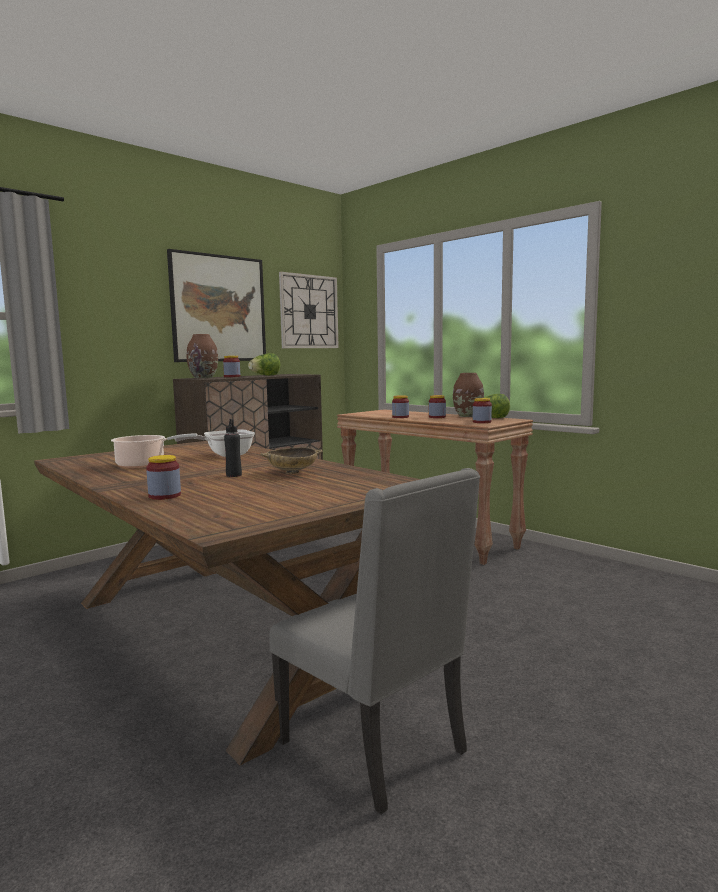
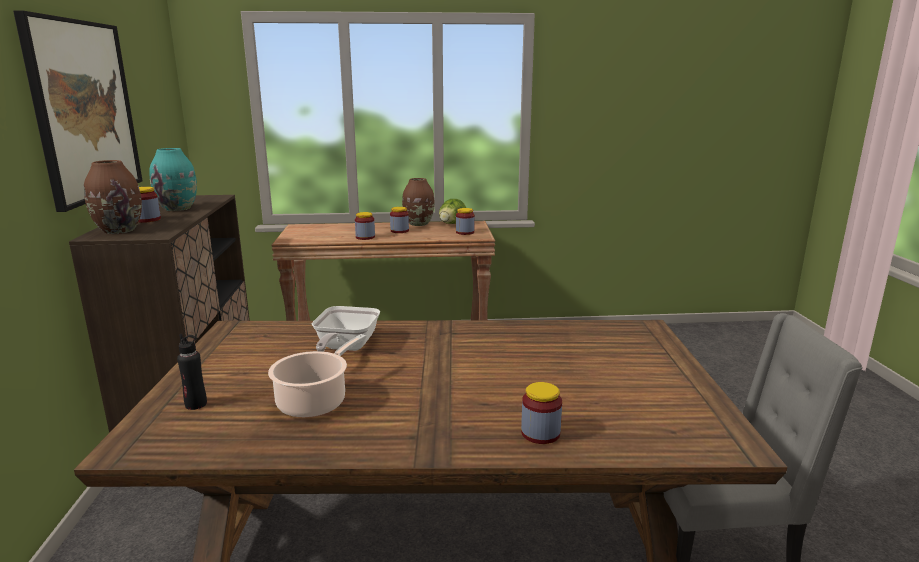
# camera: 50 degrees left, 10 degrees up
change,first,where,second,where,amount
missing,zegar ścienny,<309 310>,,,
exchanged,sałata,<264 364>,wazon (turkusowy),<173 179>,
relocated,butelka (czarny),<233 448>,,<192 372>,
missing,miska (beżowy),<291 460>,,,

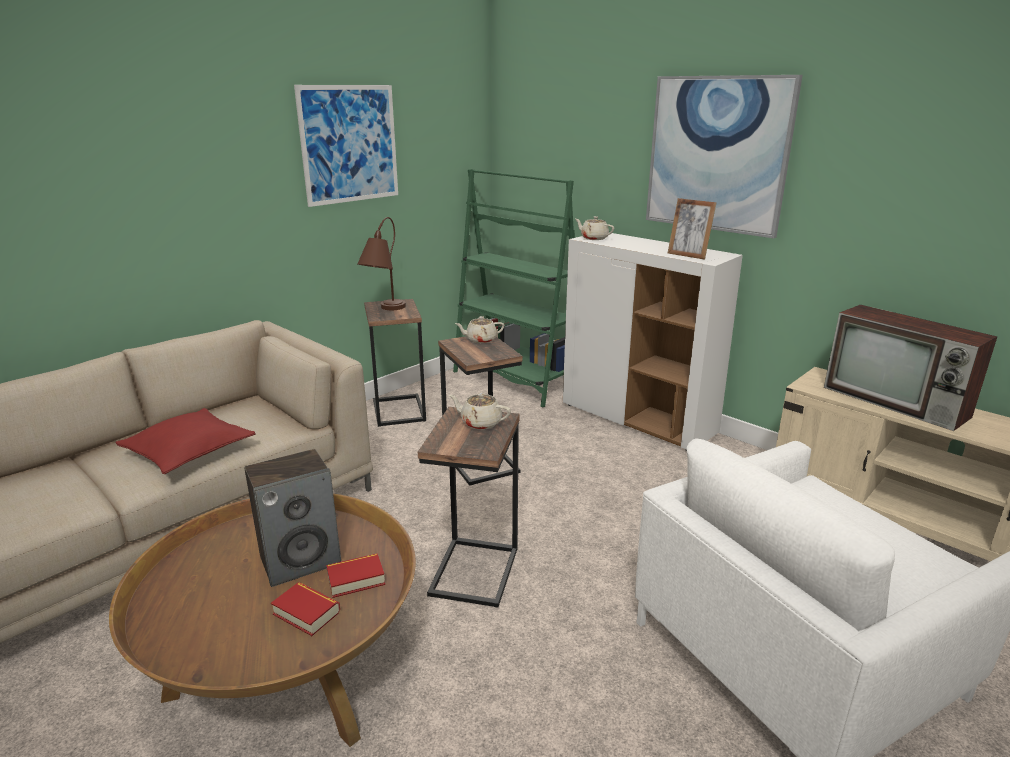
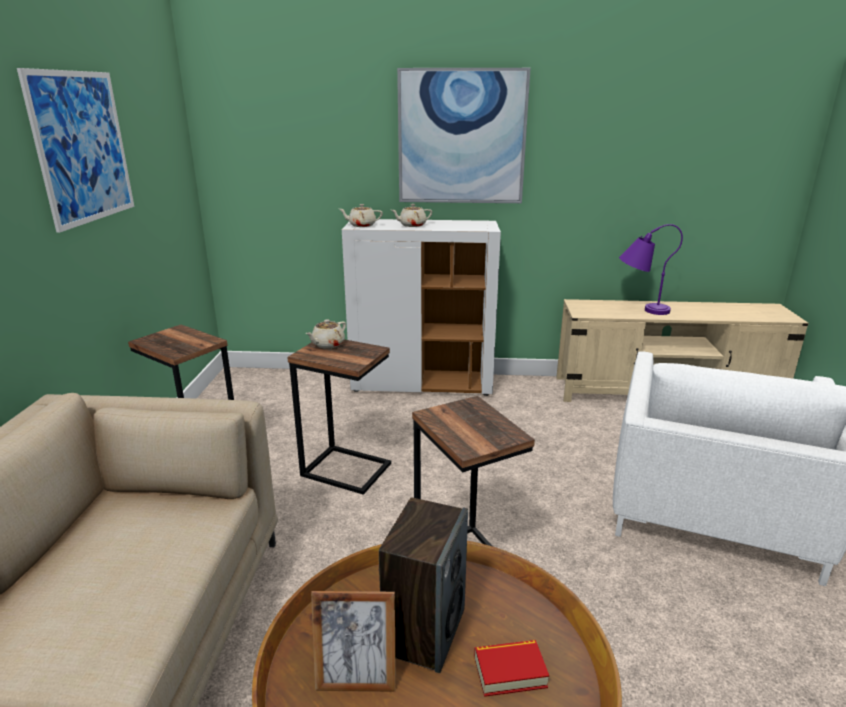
# camera: 40 degrees left, 0 degrees up
change,first,where,second,where,amount
missing,regał (zielony),<514 288>,,,
relocated,ramka na zdjęcie,<692 229>,,<353 641>,
missing,lampa stołowa (brązowy),<382 263>,,,
exchanged,telewizor,<911 368>,lampa stołowa (fioletowy),<651 269>,
relocated,imbryk (beżowy),<480 411>,,<411 215>,
missing,poduszka (czerwony),<185 441>,,,
missing,książka,<355 575>,,,

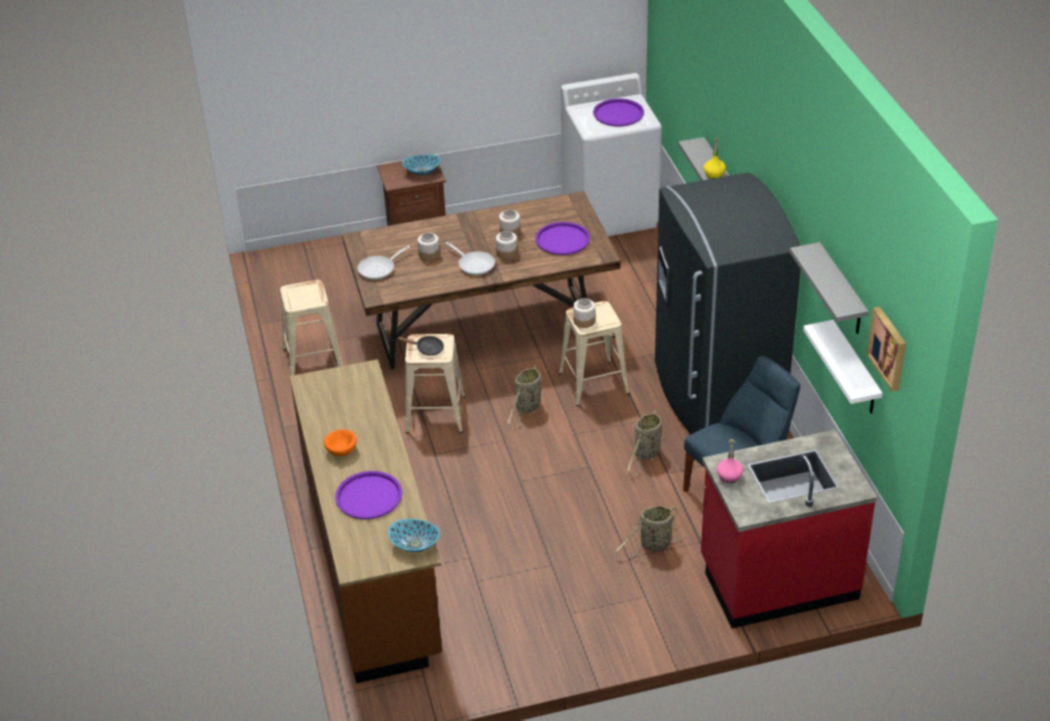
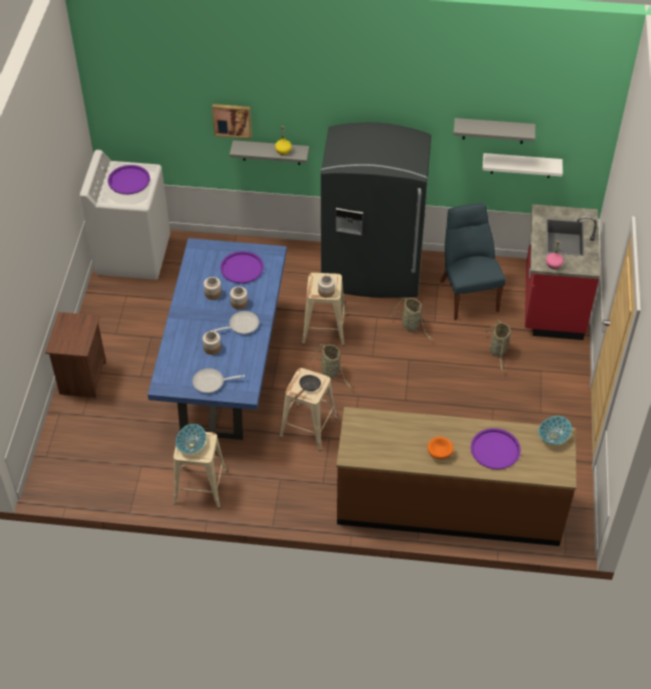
# camera: 70 degrees left, 10 degrees up
change,first,where,second,where,amount
relocated,miska,<421 164>,,<191 438>,
colour,stół jadalny (brązowy),<481 280>,stół jadalny (niebieski),<217 339>,
spun,patelnia,<383 262>,,<219 380>,105 degrees clockwise
relocated,obraz,<886 349>,,<232 121>,

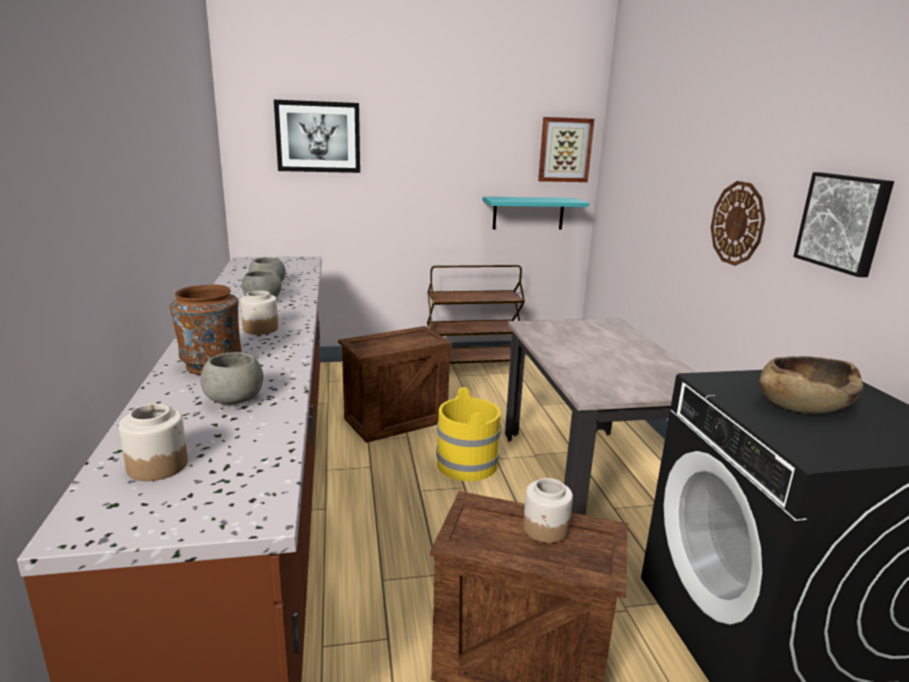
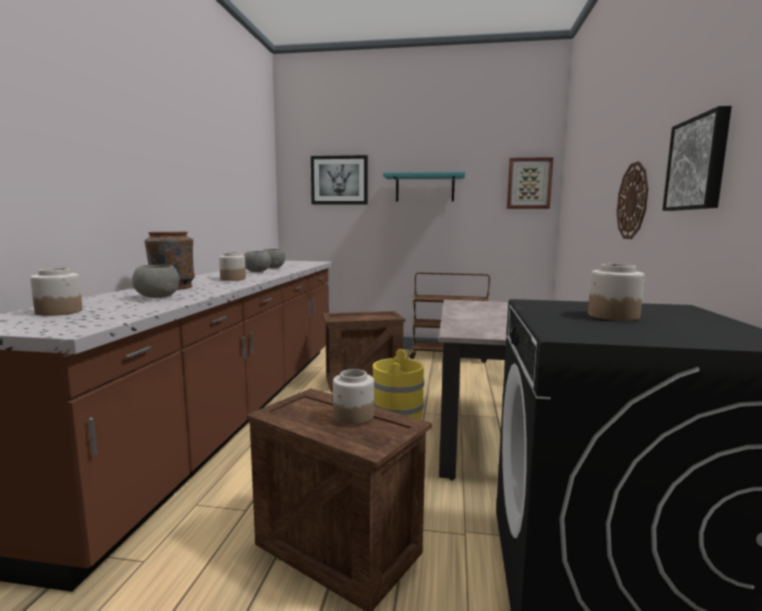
# camera: 20 degrees right, 10 degrees down
change,first,where,second,where,amount
relocated,półka (turkusowy),<536 213>,,<424 187>,
exchanged,miska (brązowy),<811 385>,słoik,<616 292>,

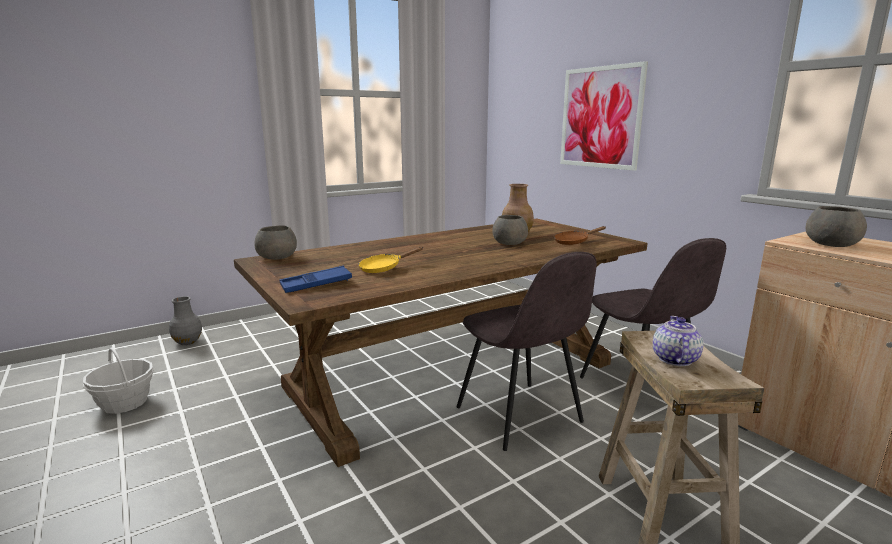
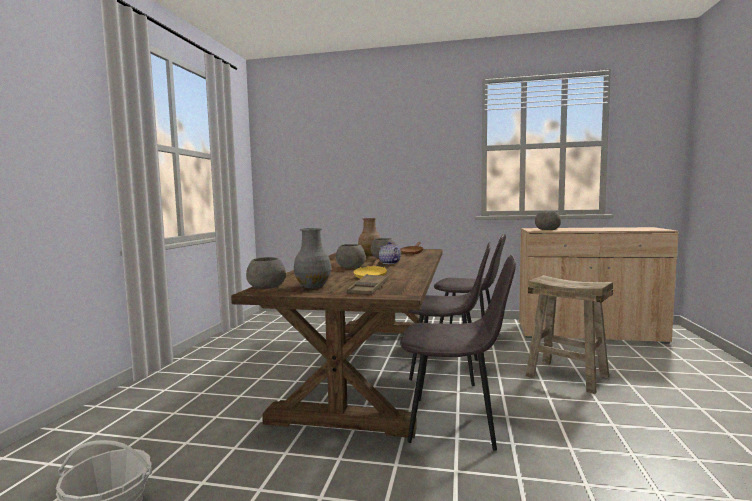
# camera: 45 degrees left, 10 degrees down
change,first,where,second,where,amount
missing,obraz,<604 116>,,,
colour,taca (niebieski),<316 279>,taca (brązowy),<367 284>,
relocated,wazon (szary),<185 320>,,<312 258>,
relocated,imbryk,<678 341>,,<390 253>,
appeared,,,miska (szary),<351 256>,
appeared,,,krzesło (szary),<458 353>,

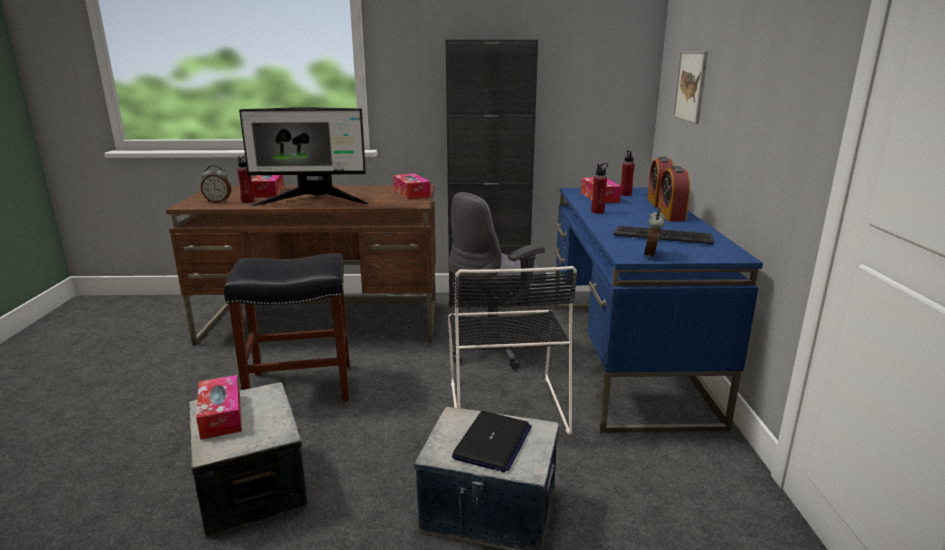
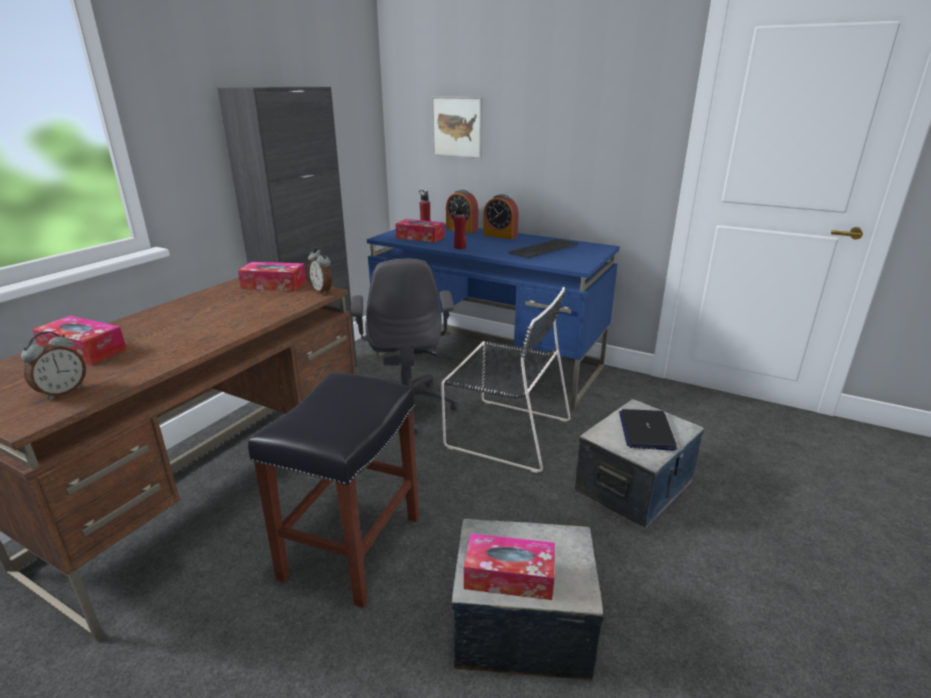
# camera: 60 degrees left, 5 degrees up
change,first,where,second,where,amount
missing,monitor,<304 156>,,,
missing,butelka (czerwony),<245 179>,,,
relocated,budzik,<654 233>,,<320 271>,
spun,laptop,<492 441>,,<648 429>,135 degrees counterclockwise

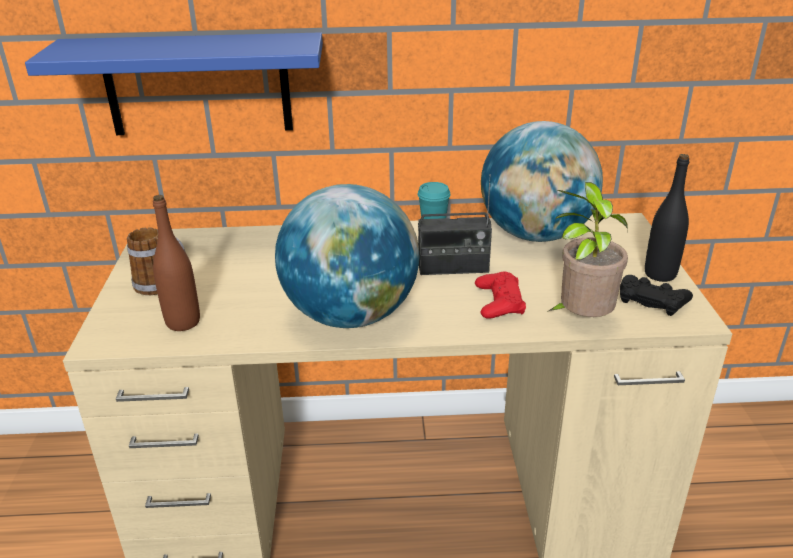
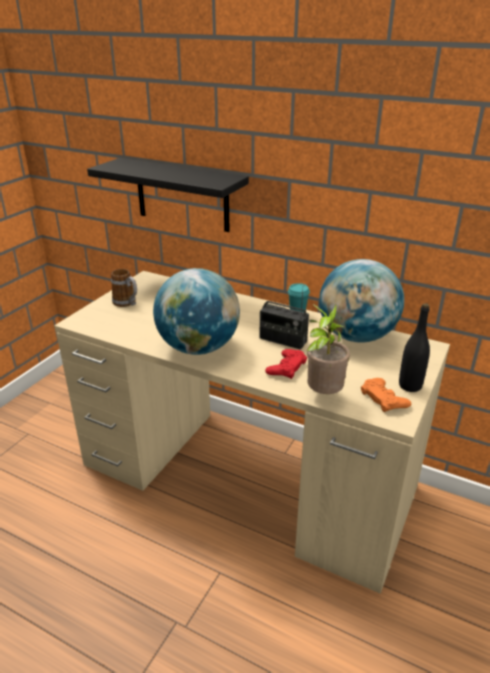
# camera: 30 degrees right, 0 degrees up
change,first,where,second,where,amount
colour,półka (niebieski),<174 83>,półka (czarny),<168 195>,
missing,butelka (brązowy),<176 263>,,,
colour,pad do gier (czarny),<656 295>,pad do gier (pomarańczowy),<386 395>,

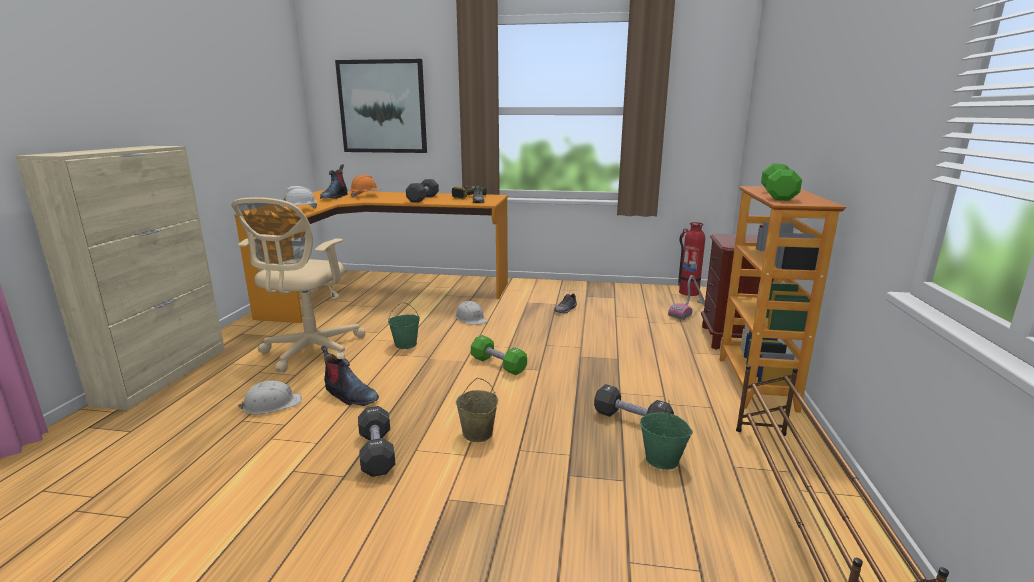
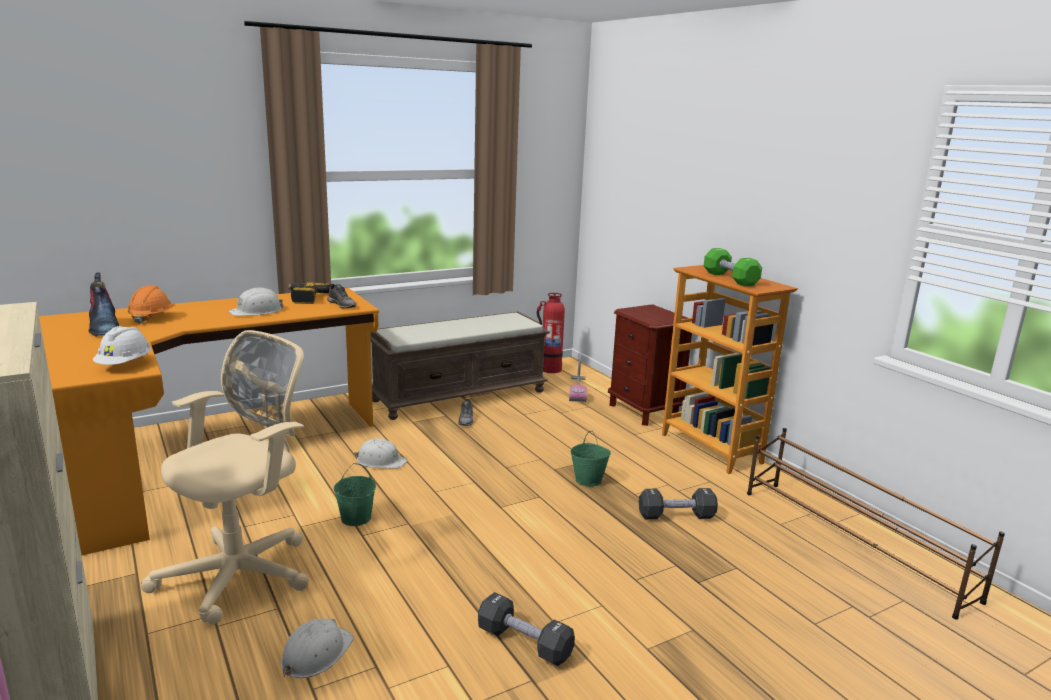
# camera: 40 degrees left, 0 degrees up
change,first,where,second,where,amount
missing,obraz,<381 106>,,,
exchanged,hantel (czarny),<422 191>,kask (biały),<255 301>,
spun,krzesło biurowe (beżowy),<298 284>,,<224 477>,120 degrees counterclockwise
missing,hantel (zielony),<499 355>,,,
missing,but z cholewką,<350 376>,,,
missing,wiadro (beżowy),<477 410>,,,
relocated,wiadro (zielony),<666 435>,,<590 459>,
appeared,,,ławka (brązowy),<460 366>,

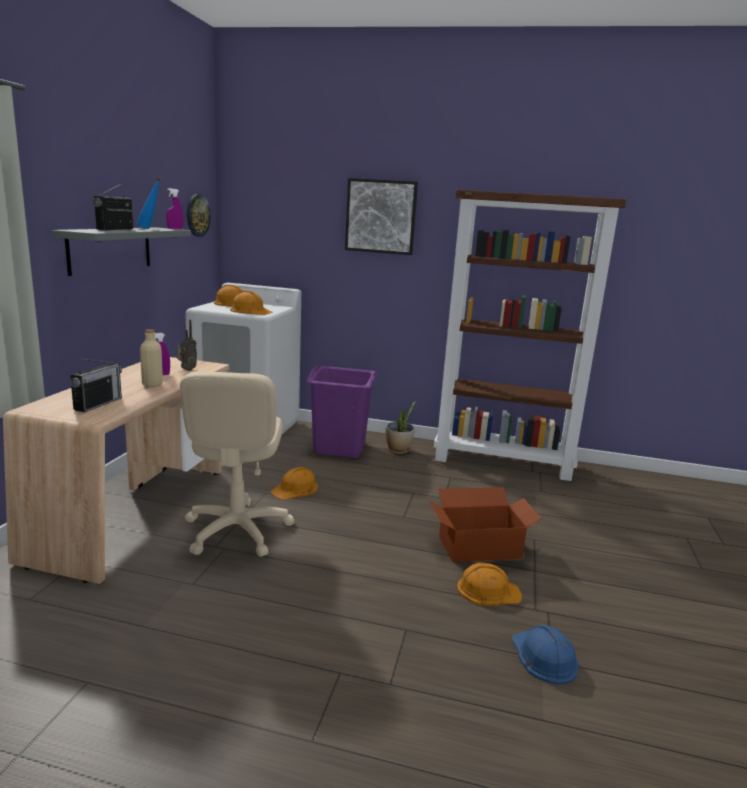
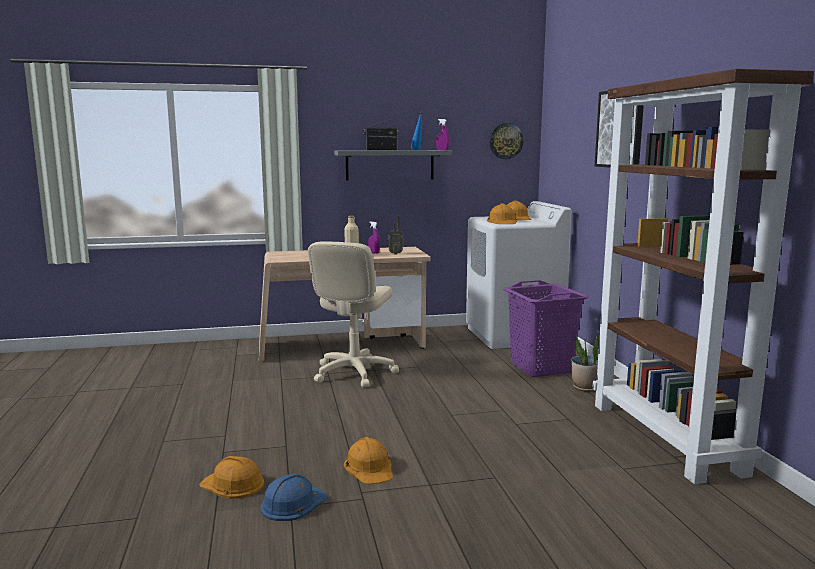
# camera: 65 degrees right, 5 degrees down
change,first,where,second,where,amount
missing,radio,<96 385>,,,
spun,krzesło biurowe (beżowy),<237 464>,,<353 315>,45 degrees counterclockwise
relocated,kask (pomarańczowy),<294 483>,,<231 477>,
missing,karton,<485 524>,,,

